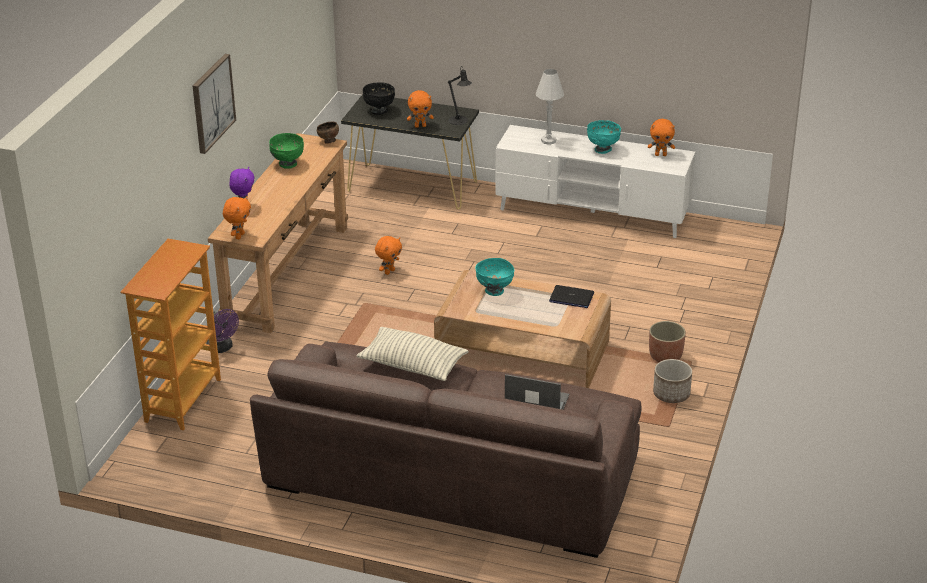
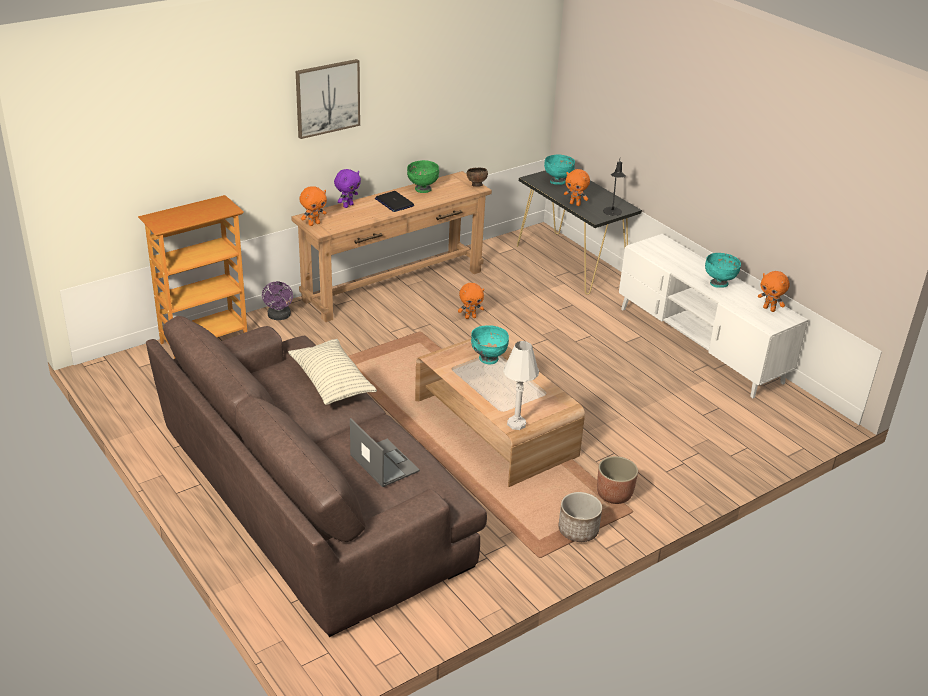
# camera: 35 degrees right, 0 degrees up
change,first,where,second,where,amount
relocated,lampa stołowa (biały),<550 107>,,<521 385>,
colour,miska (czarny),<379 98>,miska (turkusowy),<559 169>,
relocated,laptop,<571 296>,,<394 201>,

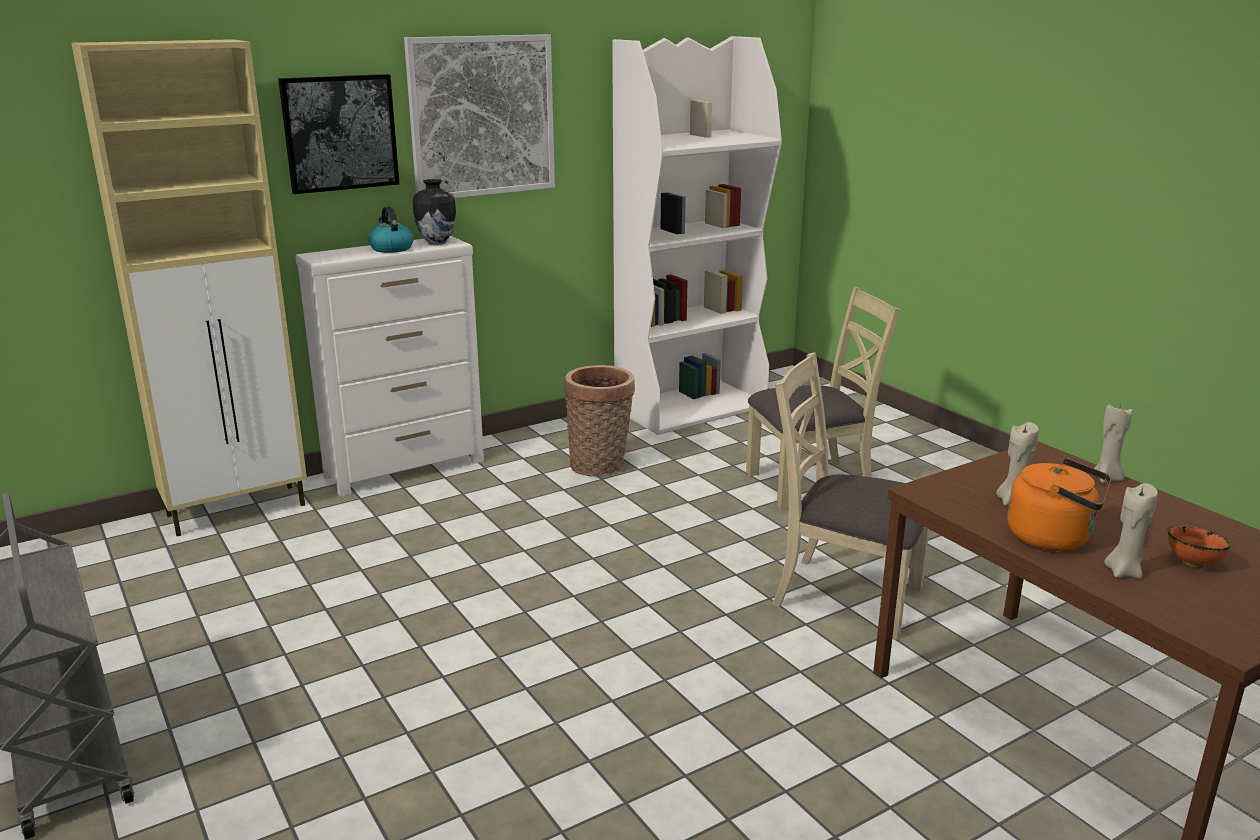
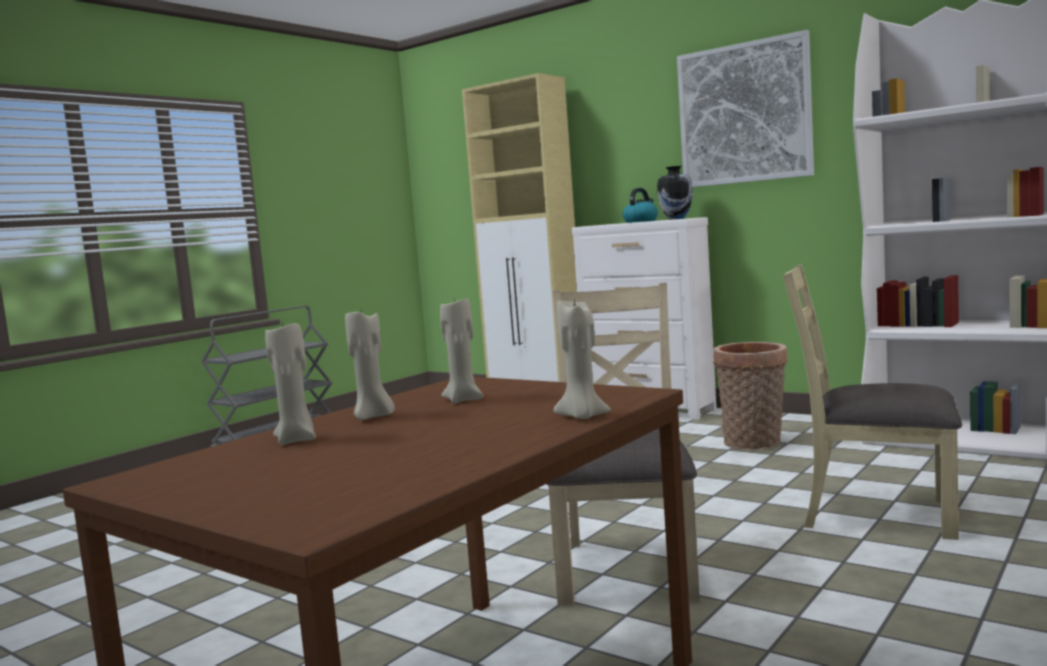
# camera: 70 degrees right, 15 degrees down
change,first,where,second,where,amount
missing,obraz,<338 134>,,,
spun,krzesło (beżowy),<823 398>,,<872 402>,150 degrees clockwise
exchanged,czajnik (pomarańczowy),<1059 504>,świeca (beżowy),<370 365>,
missing,miska (pomarańczowy),<1199 546>,,,

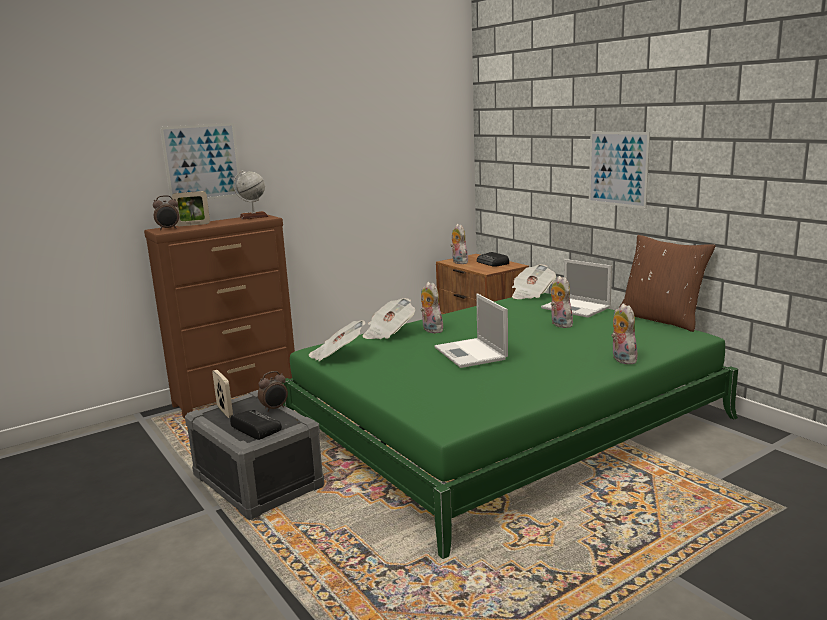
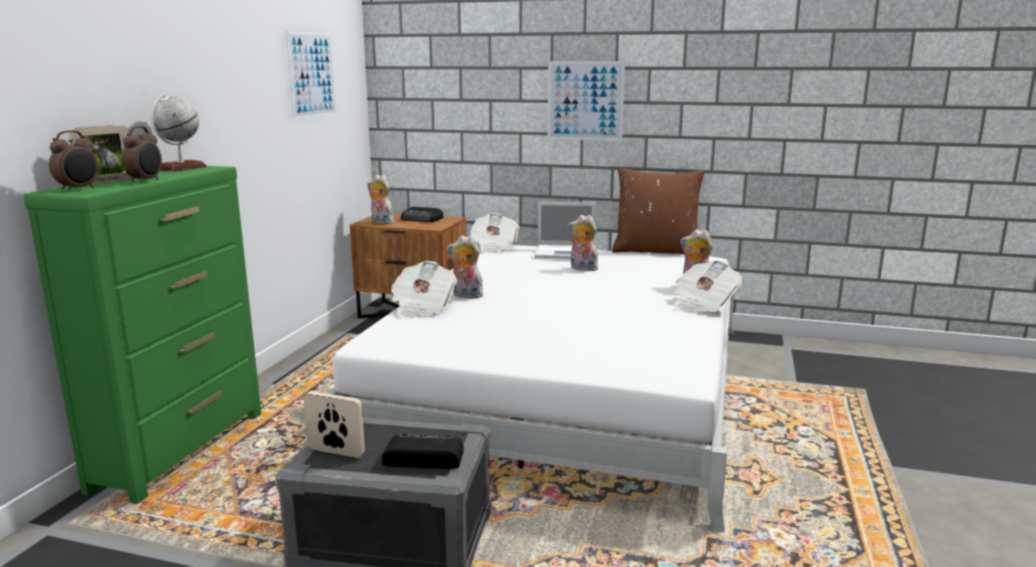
# camera: 40 degrees left, 0 degrees up
change,first,where,second,where,amount
relocated,obraz,<200 161>,,<311 75>,
colour,komoda (brązowy),<219 316>,komoda (zielony),<142 335>,
colour,łóżko (zielony),<510 426>,łóżko (biały),<530 388>,
missing,laptop,<471 331>,,,
relocated,gazeta,<337 340>,,<708 286>,
relocated,budzik,<273 391>,,<142 154>,

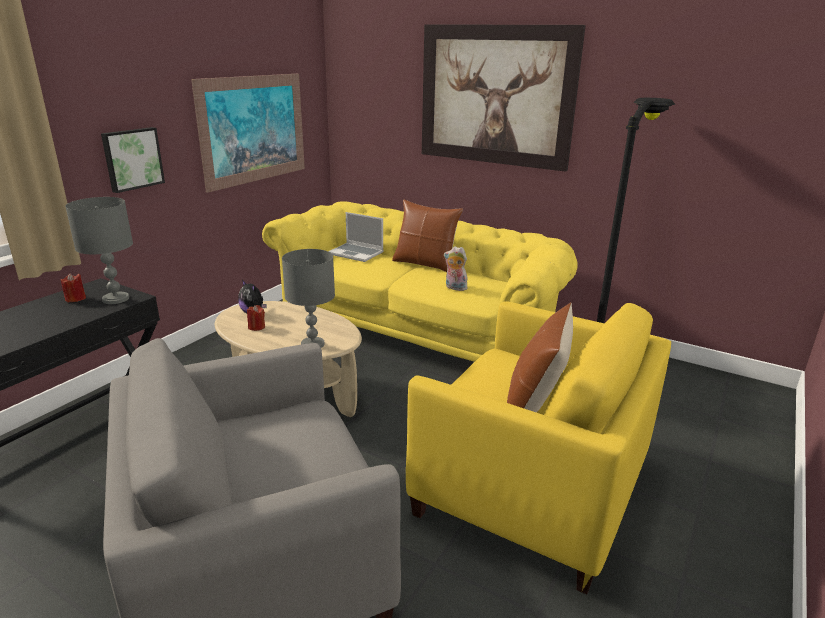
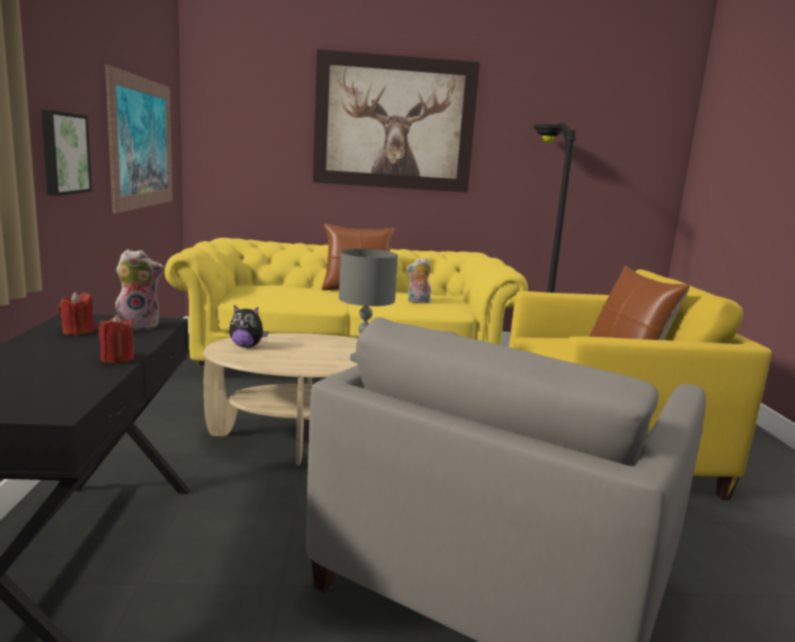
# camera: 35 degrees left, 10 degrees down
change,first,where,second,where,amount
exchanged,lampa stołowa (szary),<99 250>,pluszak,<140 289>,
missing,laptop,<356 237>,,,
relocated,świeca (czerwony),<256 318>,,<116 339>,

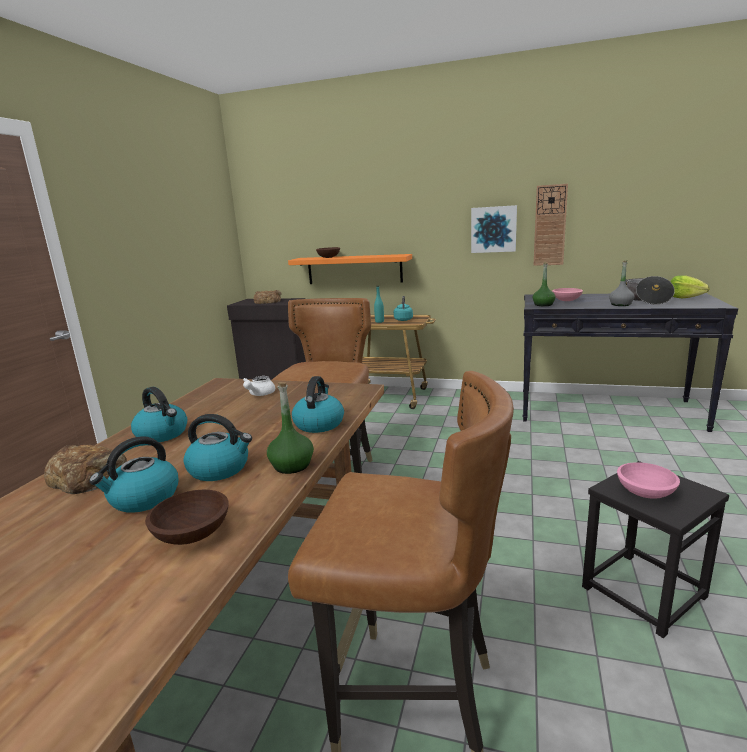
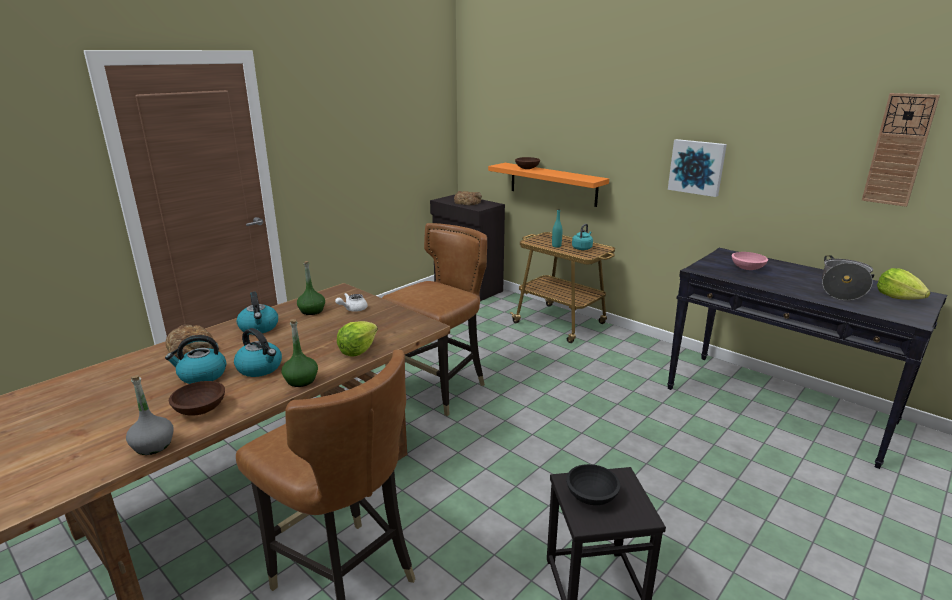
# camera: 25 degrees right, 5 degrees up
change,first,where,second,where,amount
relocated,zegar ścienny,<551 225>,,<901 150>,
relocated,butelka (szary),<621 283>,,<150 415>,
relocated,butelka (zielony),<544 284>,,<311 288>,
exchanged,czajnik,<318 404>,sałata,<357 339>,
colour,miska (różowy),<648 480>,miska (czarny),<593 484>,

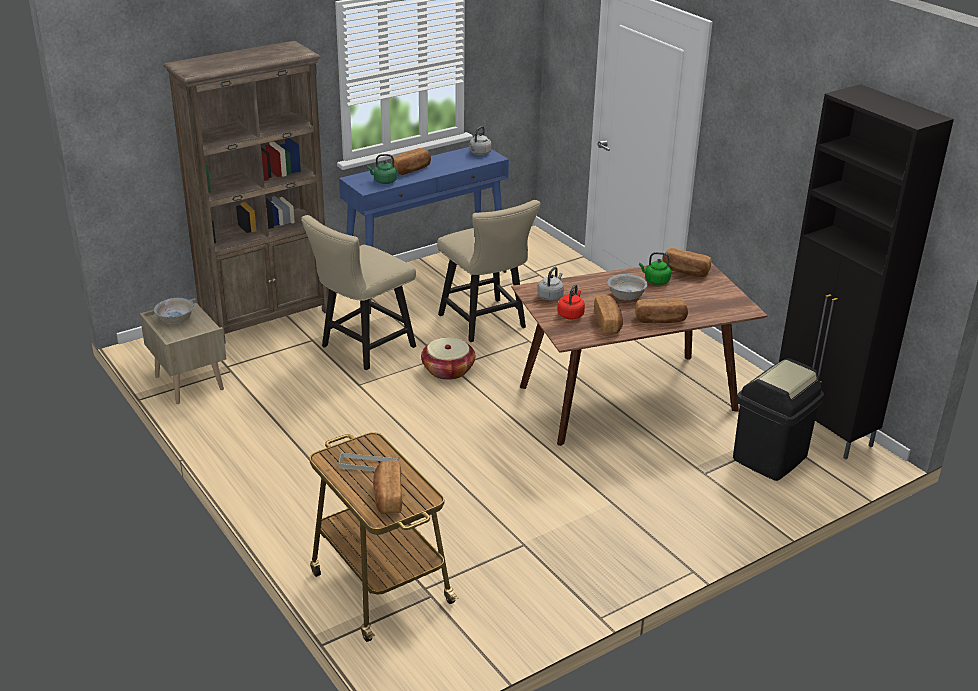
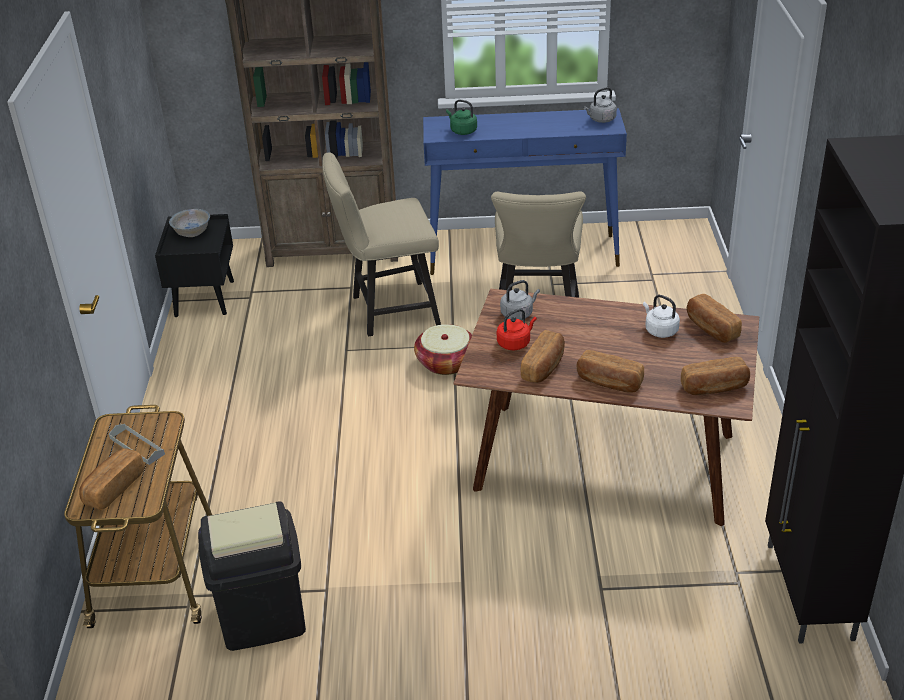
# camera: 35 degrees right, 5 degrees up
change,first,where,second,where,amount
relocated,chleb,<411 161>,,<715 376>,
colour,czajnik (zielony),<655 268>,czajnik (biały),<661 316>,
missing,miska (biały),<627 287>,,,
colour,szafka nocna (beżowy),<183 351>,szafka nocna (czarny),<194 265>,
relocated,kosz na śmieci (czarny),<778 419>,,<252 576>,

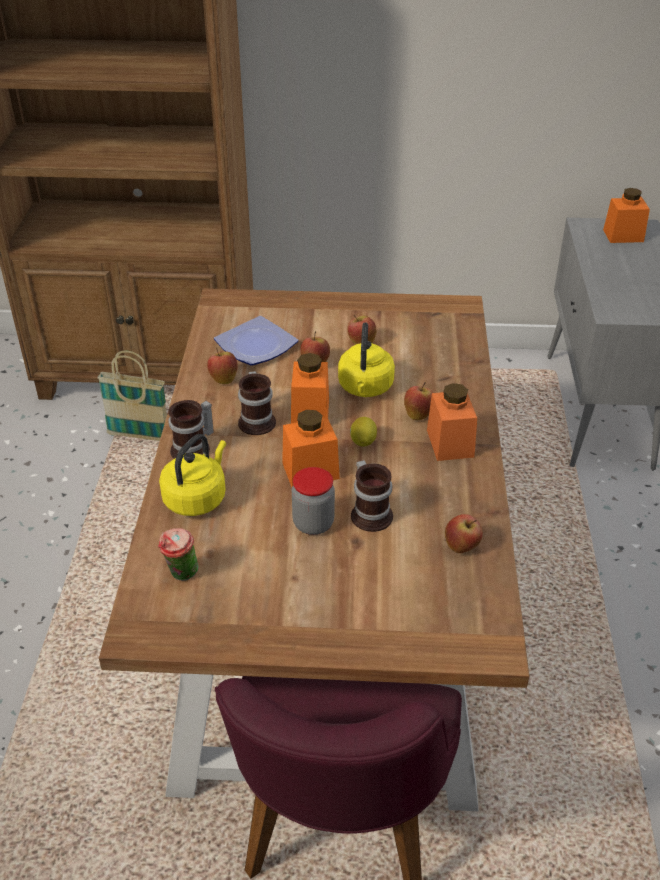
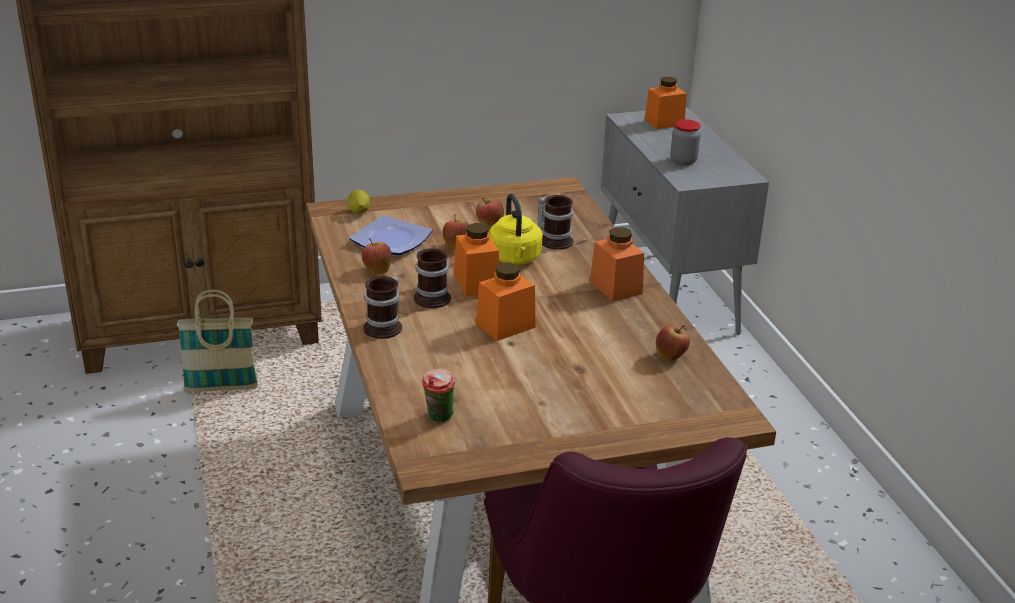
# camera: 20 degrees left, 10 degrees down
change,first,where,second,where,amount
missing,jabłko,<418 401>,,,
relocated,cytryna,<363 431>,,<358 202>,
missing,czajnik (żółty),<192 475>,,,
relocated,kubek,<372 496>,,<556 222>,
relocated,słoik,<313 501>,,<685 142>,

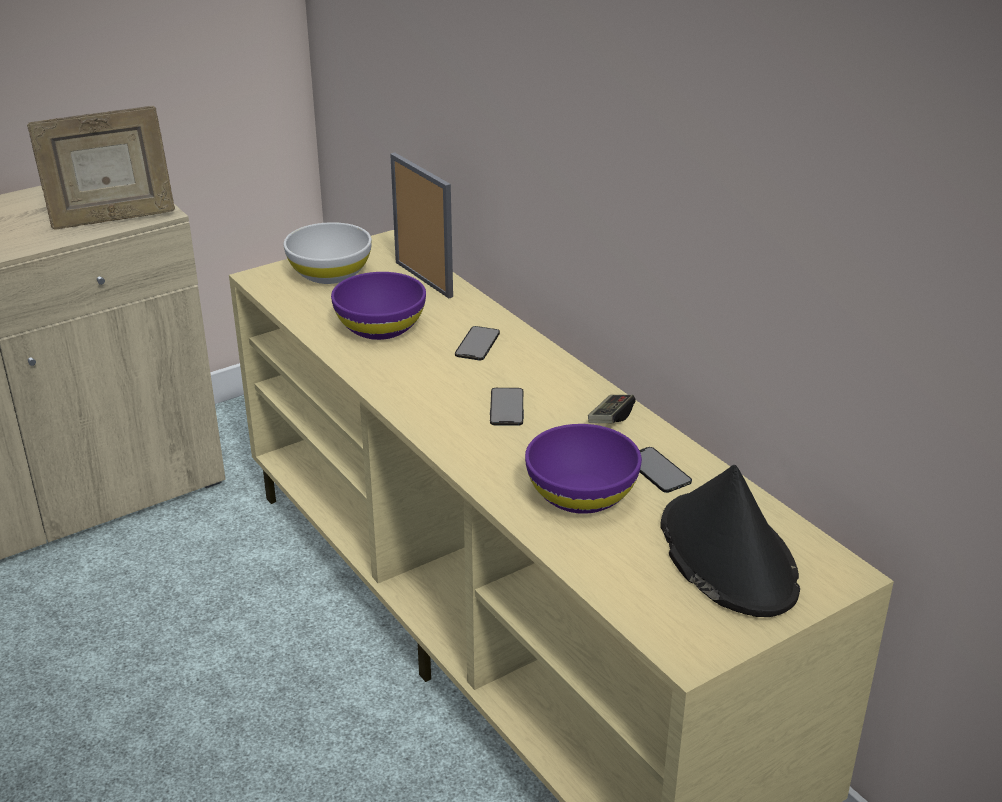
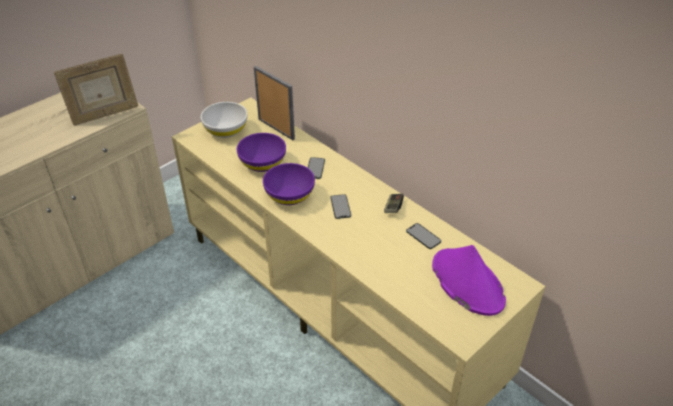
# camera: 10 degrees left, 10 degrees up
change,first,where,second,where,amount
relocated,miska (fioletowy),<583 469>,,<289 184>,
colour,kapelusz (czarny),<730 541>,kapelusz (fioletowy),<469 280>,

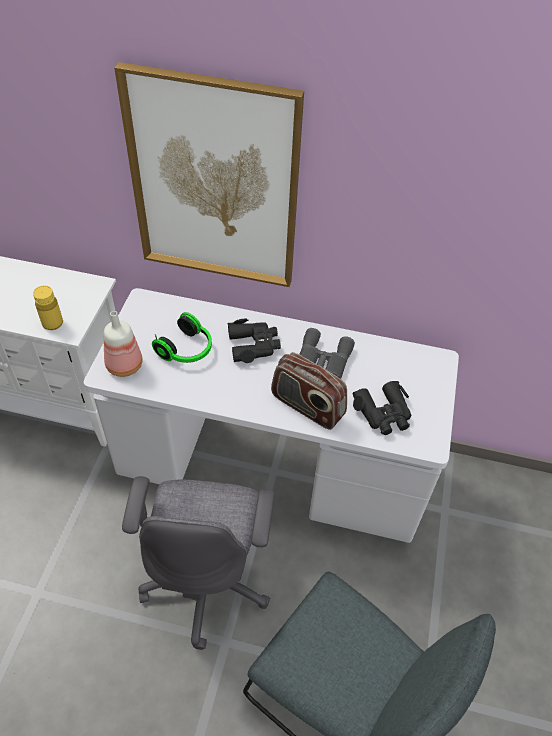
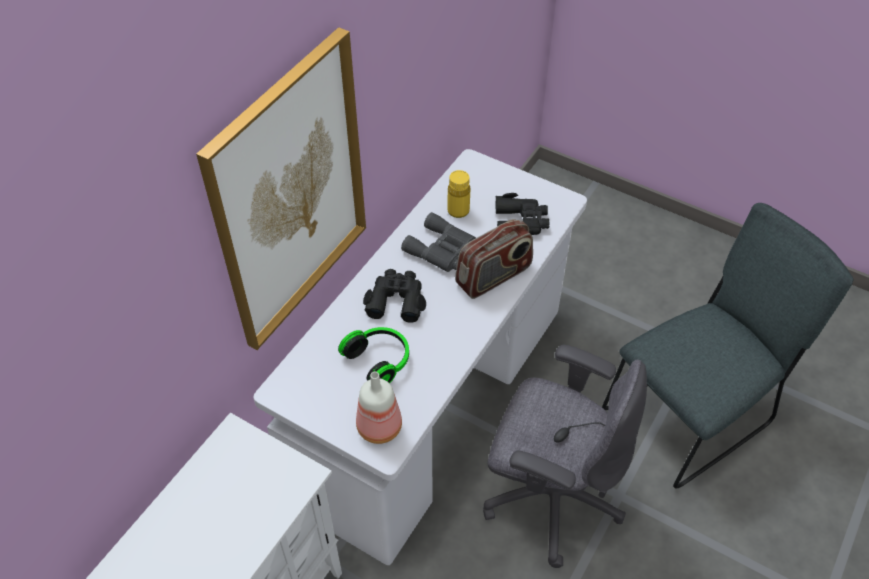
# camera: 70 degrees left, 0 degrees up
change,first,where,second,where,amount
relocated,butelka (żółty),<48 307>,,<458 194>,

